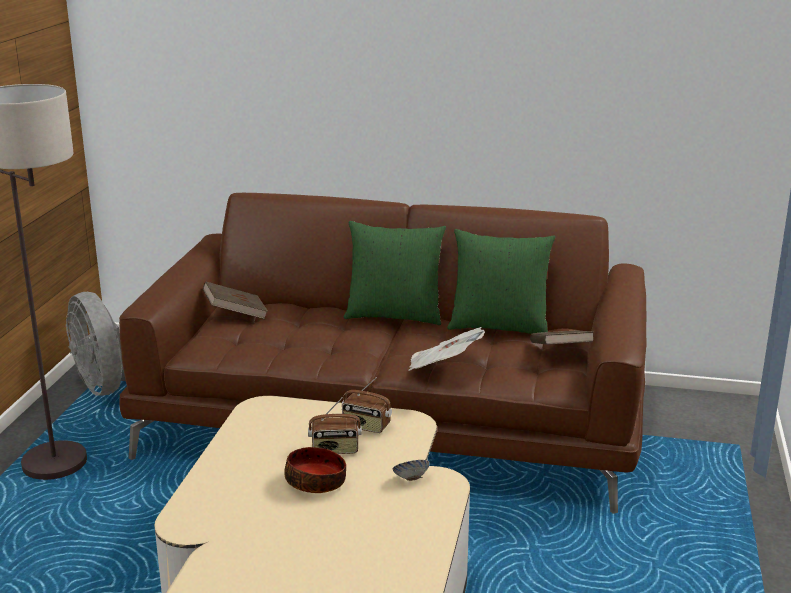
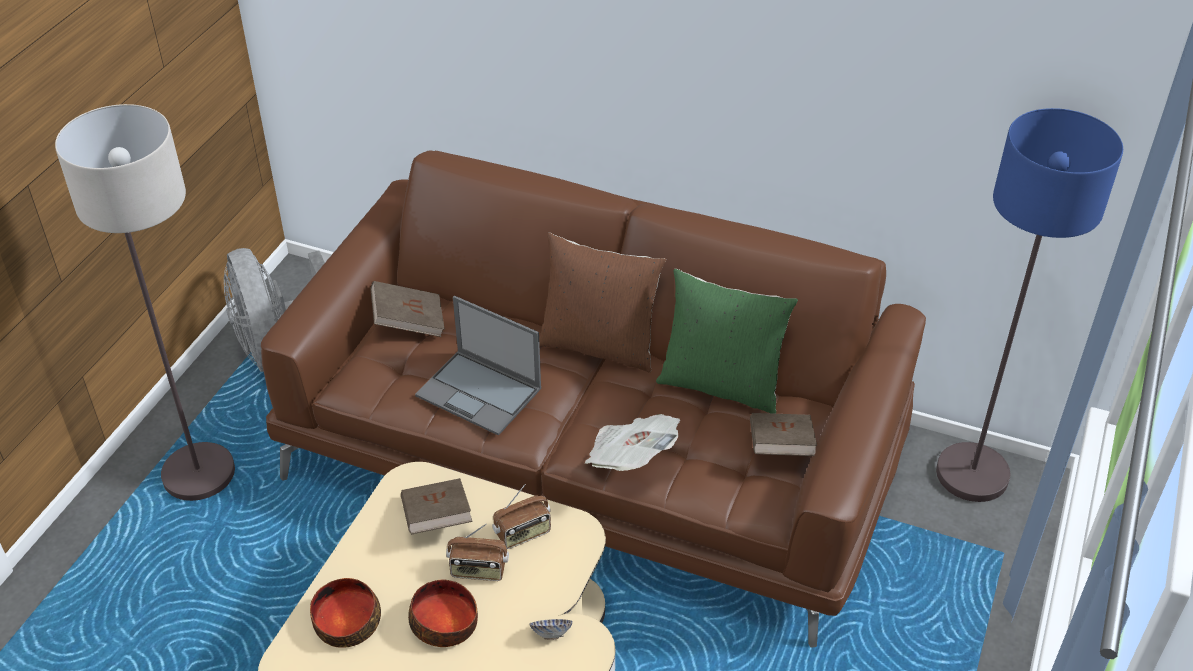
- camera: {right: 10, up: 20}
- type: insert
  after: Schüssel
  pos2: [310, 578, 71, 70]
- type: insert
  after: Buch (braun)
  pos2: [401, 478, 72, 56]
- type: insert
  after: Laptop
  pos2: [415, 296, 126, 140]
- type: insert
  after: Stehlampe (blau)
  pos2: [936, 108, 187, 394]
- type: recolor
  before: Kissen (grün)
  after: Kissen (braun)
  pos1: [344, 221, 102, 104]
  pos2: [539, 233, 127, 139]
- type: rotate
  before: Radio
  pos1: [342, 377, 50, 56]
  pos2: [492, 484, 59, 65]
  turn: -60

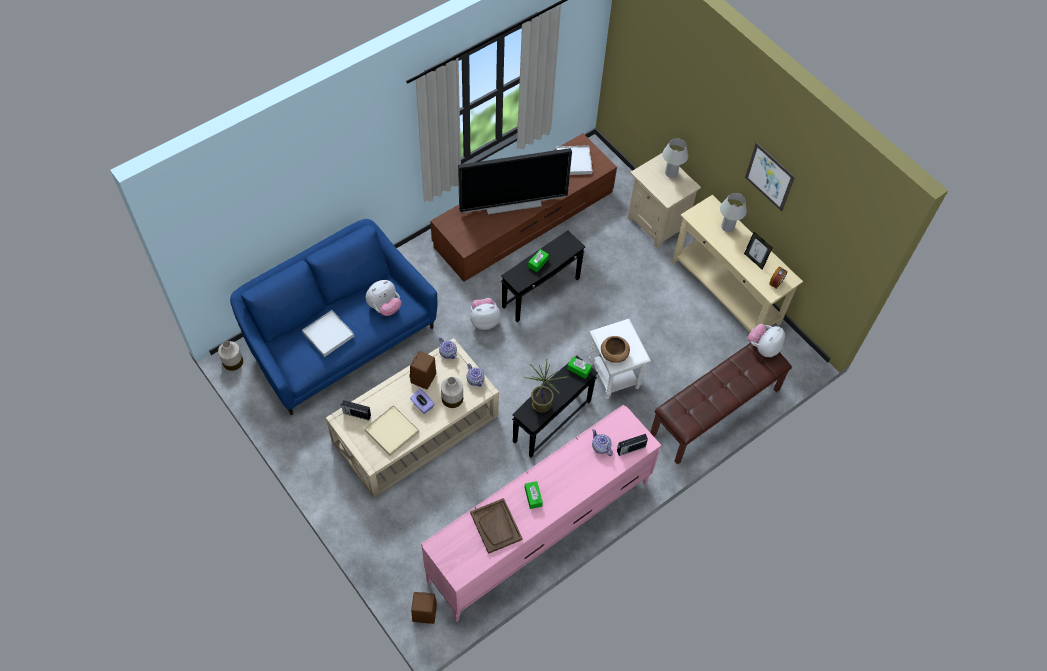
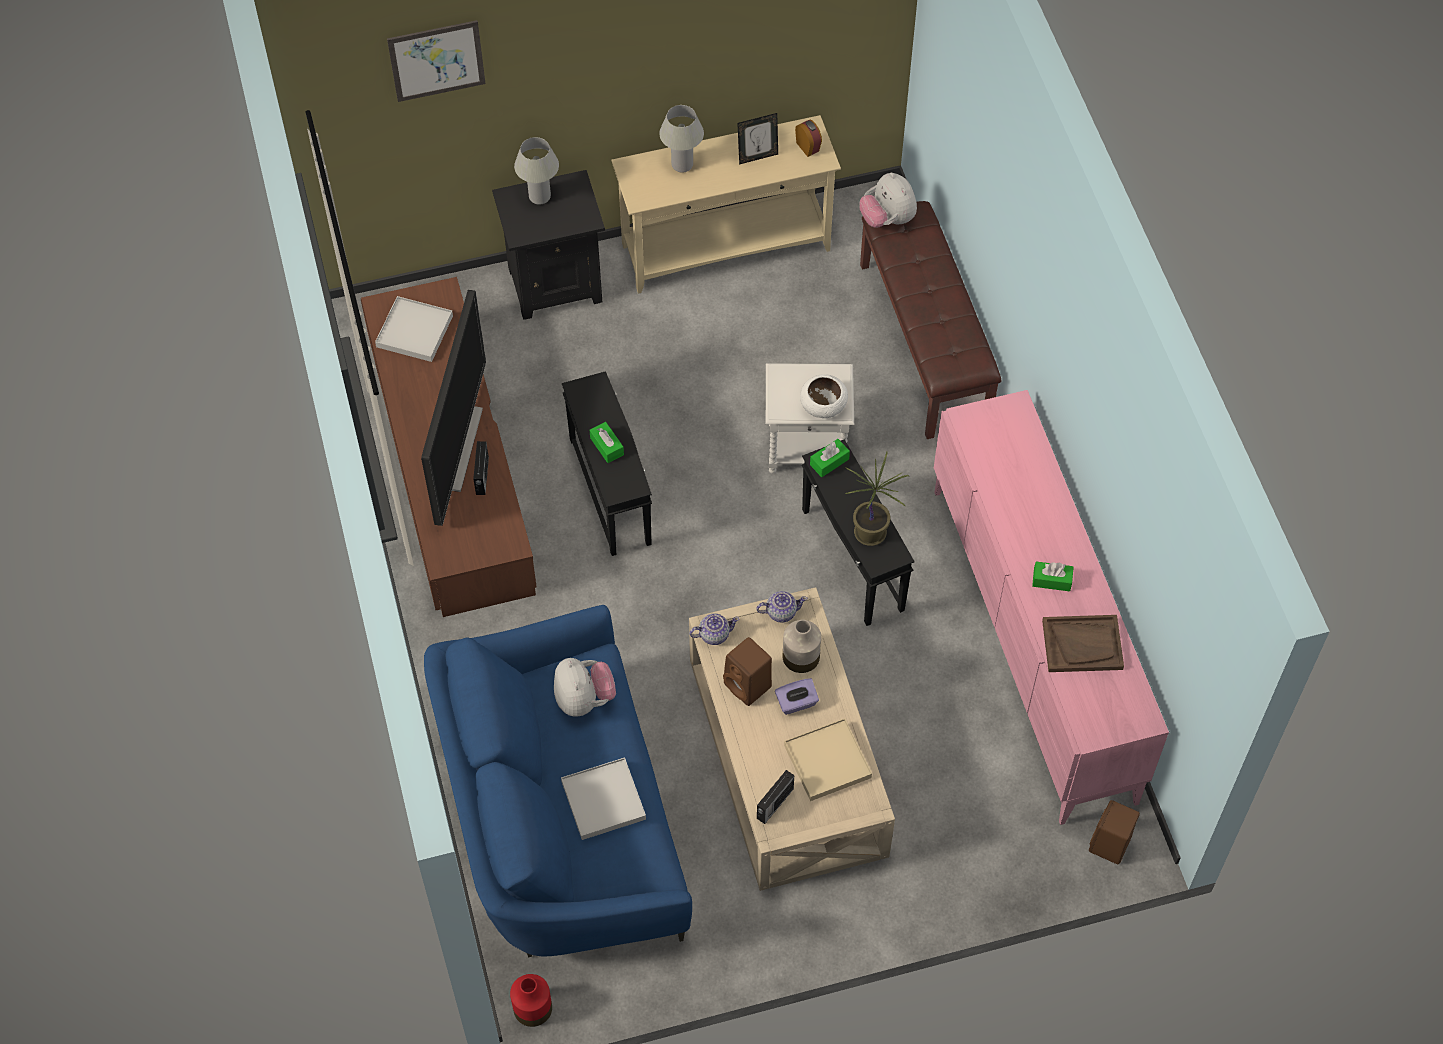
- camera: {right: -65, up: 0}
- type: delete
  before: Plüschtier
  pos1: [470, 298, 31, 32]
- type: delete
  before: Teekanne
  pos1: [592, 429, 21, 27]
- type: move
  before: Radio
  pos1: [617, 434, 31, 22]
  pos2: [473, 441, 16, 54]
- type: move
  before: Bild
  pos1: [745, 142, 50, 69]
  pos2: [387, 20, 99, 82]
- type: recolor
  before: Vase (beige)
  after: Vase (rot)
  pos1: [218, 341, 25, 30]
  pos2: [510, 974, 42, 53]
- type: recolor
  before: Schüssel (braun)
  after: Schüssel (weiß)
  pos1: [601, 336, 29, 27]
  pos2: [800, 374, 48, 44]
- type: recolor
  before: Nachttisch (beige)
  after: Nachttisch (schwarz)
  pos1: [627, 153, 74, 96]
  pos2: [492, 170, 113, 150]

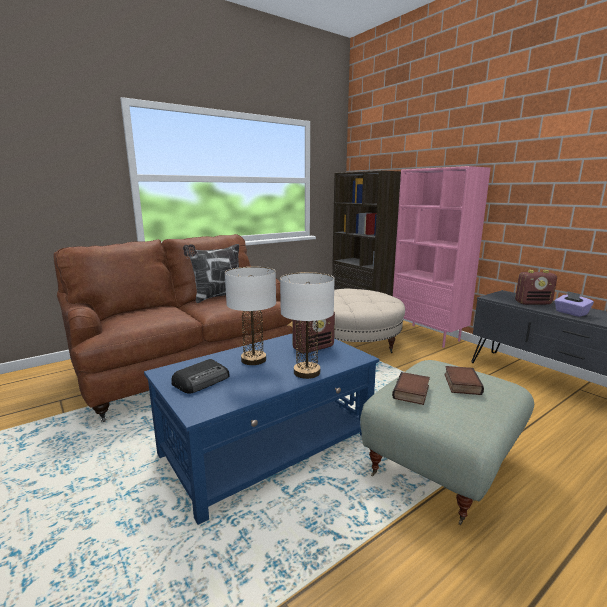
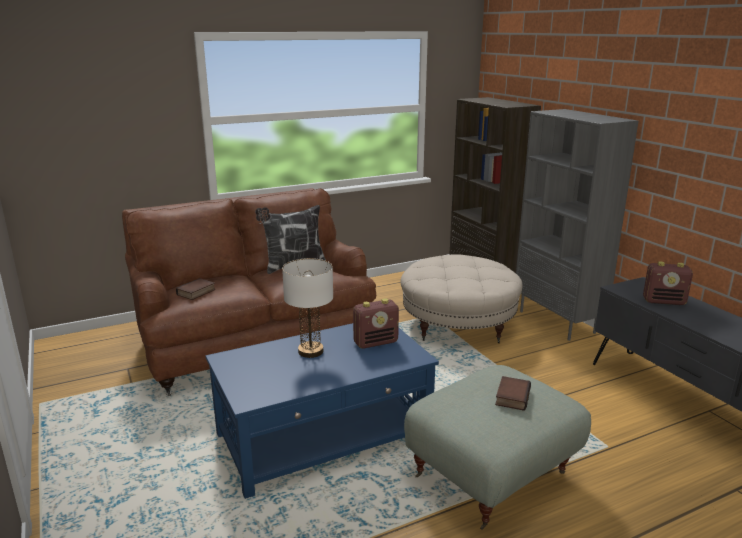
- camera: {right: 10, up: 5}
- type: delete
  before: Radio
  pos1: [171, 359, 59, 35]
- type: delete
  before: Tischlampe
  pos1: [280, 272, 55, 107]
- type: delete
  before: Taschentuchbox (lila)
  pos1: [555, 291, 39, 26]
- type: move
  before: Buch
  pos1: [392, 372, 38, 33]
  pos2: [176, 278, 39, 22]
- type: recolor
  before: Bücherregal (rosa)
  after: Bücherregal (grau)
  pos1: [393, 166, 98, 182]
  pos2: [516, 109, 123, 232]

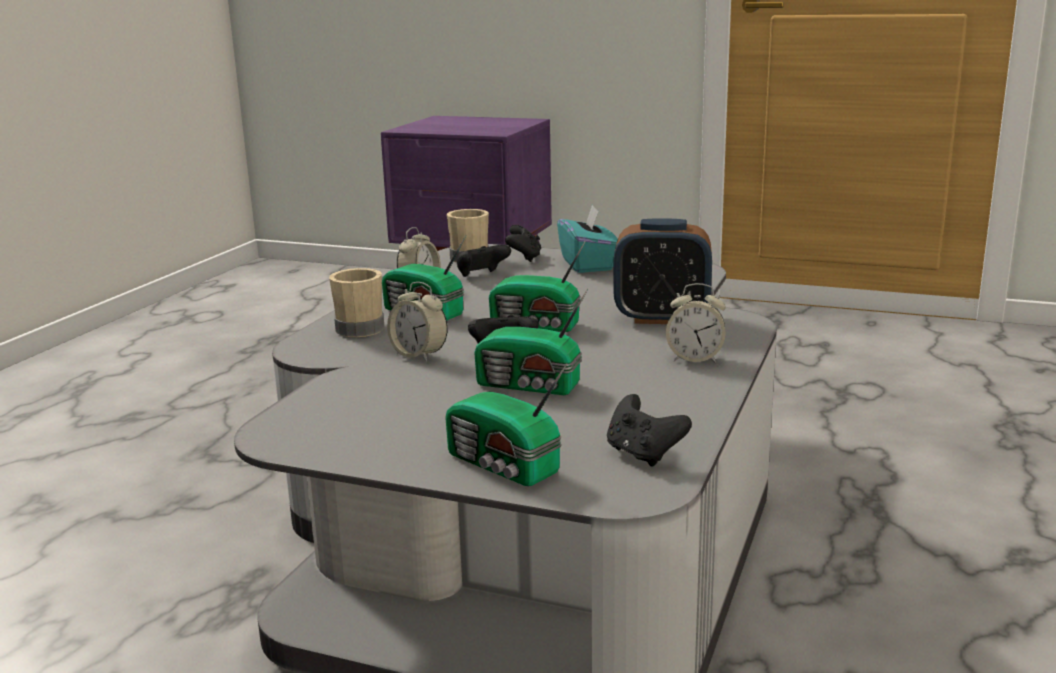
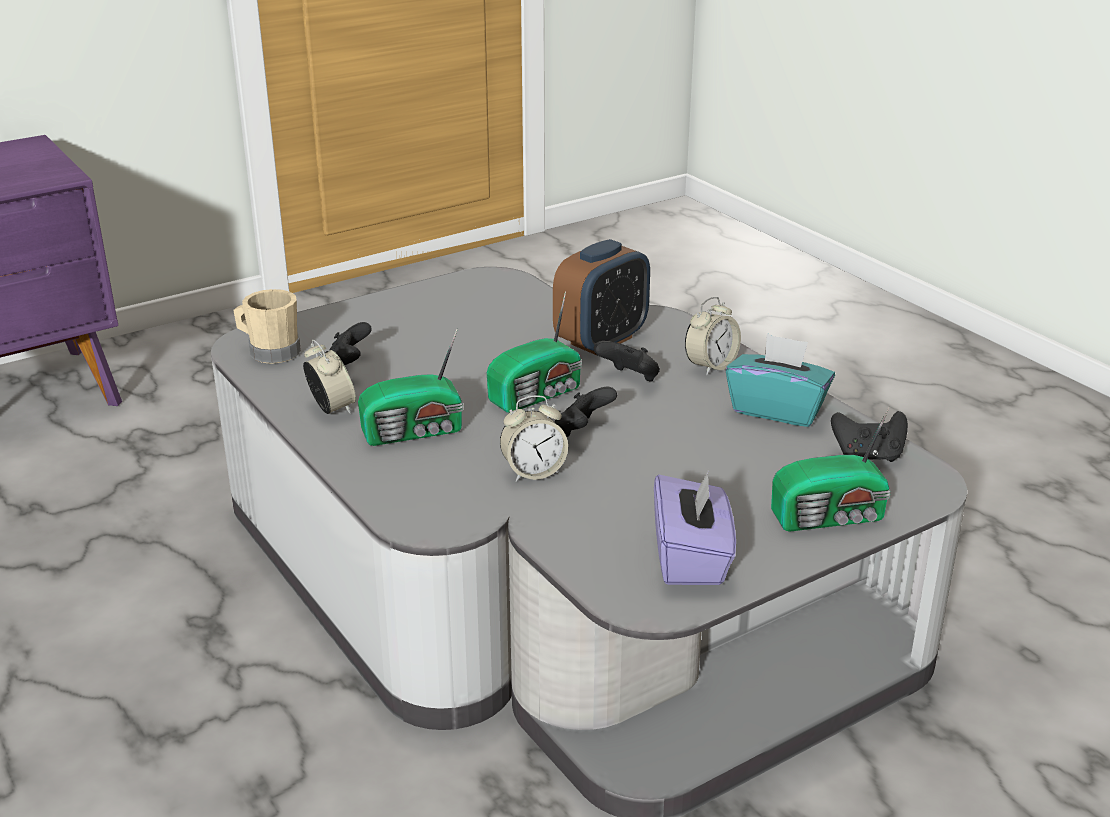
- camera: {right: -55, up: 10}
- type: delete
  before: Henkelbecher (beige)
  pos1: [329, 268, 56, 69]
- type: delete
  before: Radio
  pos1: [474, 288, 114, 107]
- type: insert
  after: Taschentuchbox (lila)
  pos2: [654, 469, 82, 116]
- type: move
  before: Gamepad (schwarz)
  pos1: [505, 225, 36, 37]
  pos2: [594, 341, 66, 41]
- type: move
  before: Taschentuchbox (türkis)
  pos1: [557, 204, 61, 69]
  pos2: [726, 333, 109, 94]

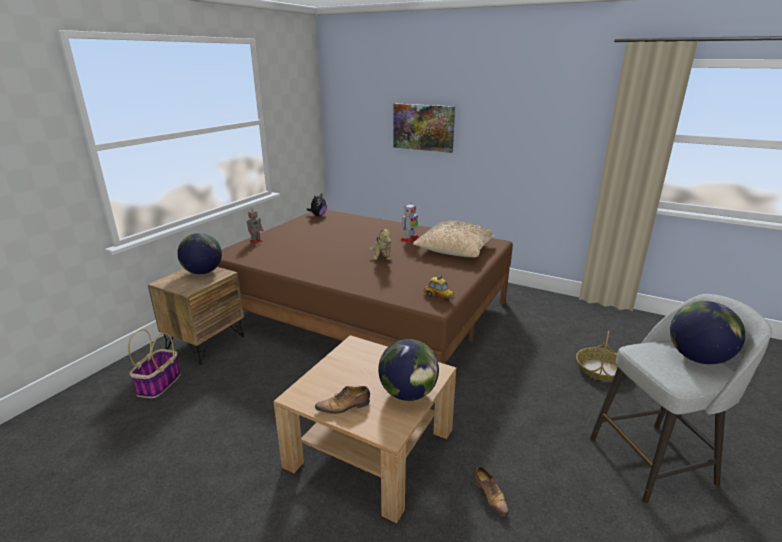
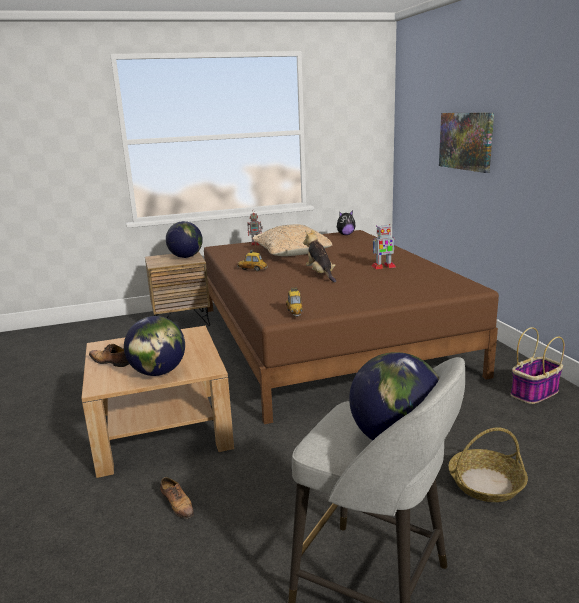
- camera: {right: 45, up: -5}
- type: insert
  after: Spielzeugauto
  pos2: [237, 250, 31, 22]
- type: move
  before: Korb
  pos1: [128, 329, 53, 69]
  pos2: [511, 327, 54, 77]
- type: move
  before: Kissen (beige)
  pos1: [413, 220, 81, 37]
  pos2: [253, 224, 79, 32]
- type: rotate
  before: Plüschtier
  pos1: [369, 226, 22, 34]
  pos2: [303, 230, 33, 53]
  turn: 120
- type: rotate
  before: Schuh
  pos1: [475, 466, 34, 50]
  pos2: [160, 477, 34, 42]
  turn: -60

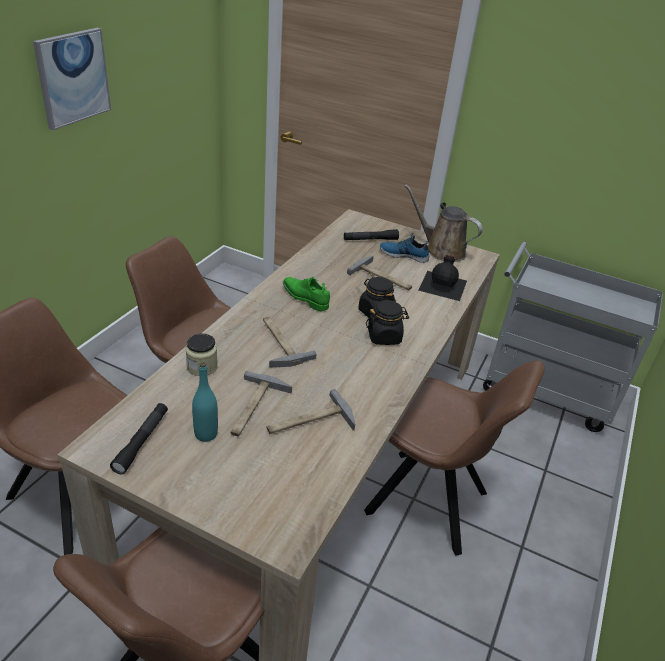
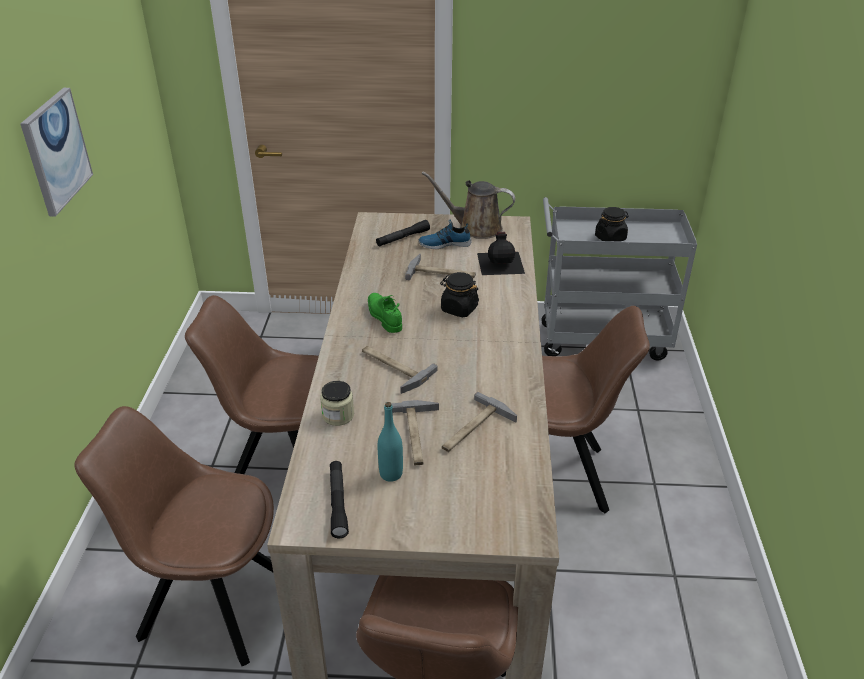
- camera: {right: -20, up: 0}
- type: move
  before: Vorratsglas (schwarz)
  pos1: [366, 300, 43, 45]
  pos2: [595, 207, 33, 35]
- type: rotate
  before: Schuh (grün)
  pos1: [283, 277, 47, 34]
  pos2: [368, 293, 34, 40]
  turn: 45

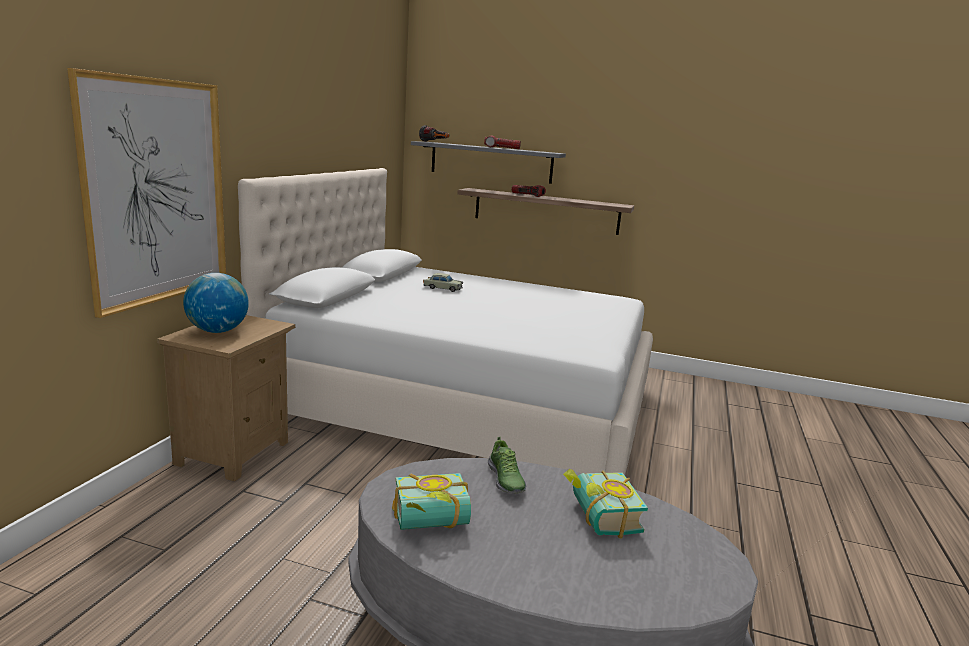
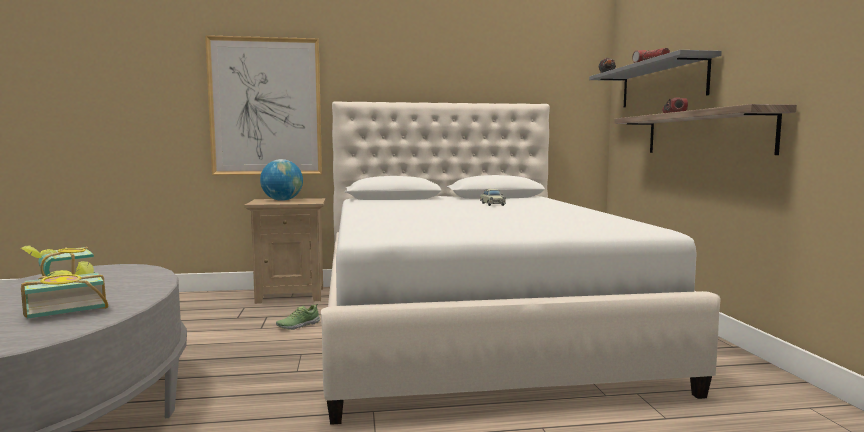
- camera: {right: 65, up: -10}
- type: move
  before: Schuh
  pos1: [488, 437, 38, 57]
  pos2: [276, 304, 44, 26]

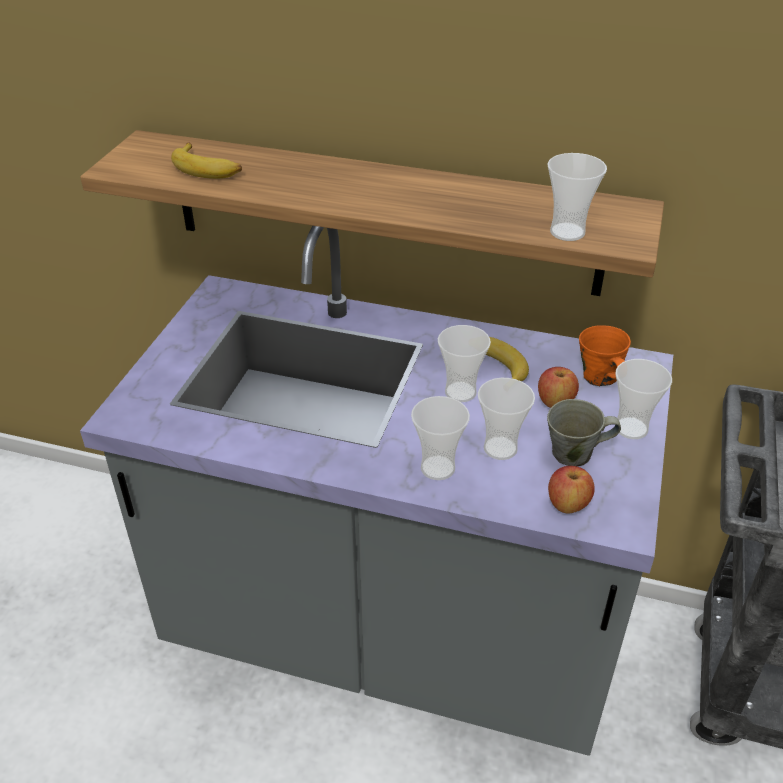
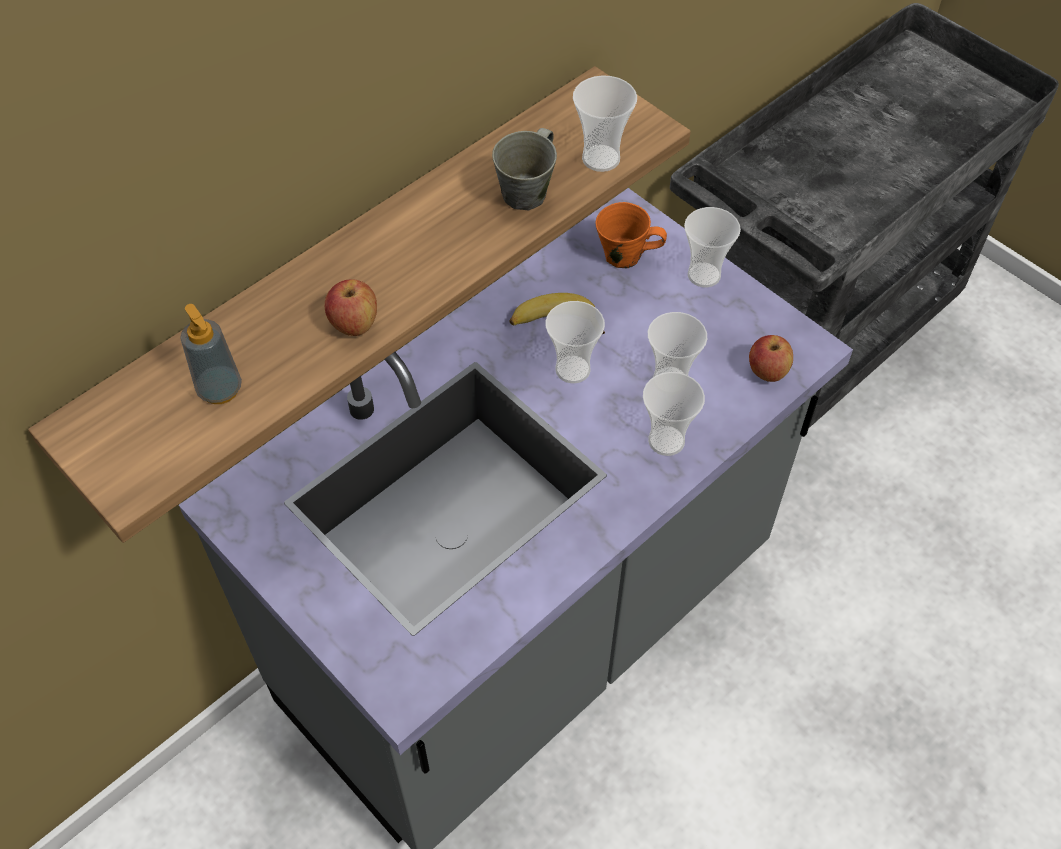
- camera: {right: -60, up: 15}
- type: move
  before: Apfel
  pos1: [538, 367, 41, 41]
  pos2: [325, 279, 52, 57]
- type: move
  before: Henkelbecher (grau)
  pos1: [547, 399, 74, 67]
  pos2: [492, 128, 65, 82]
- type: replace
  before: Banane
  after: Seifenspender
  pos1: [171, 143, 71, 36]
  pos2: [180, 304, 62, 100]

